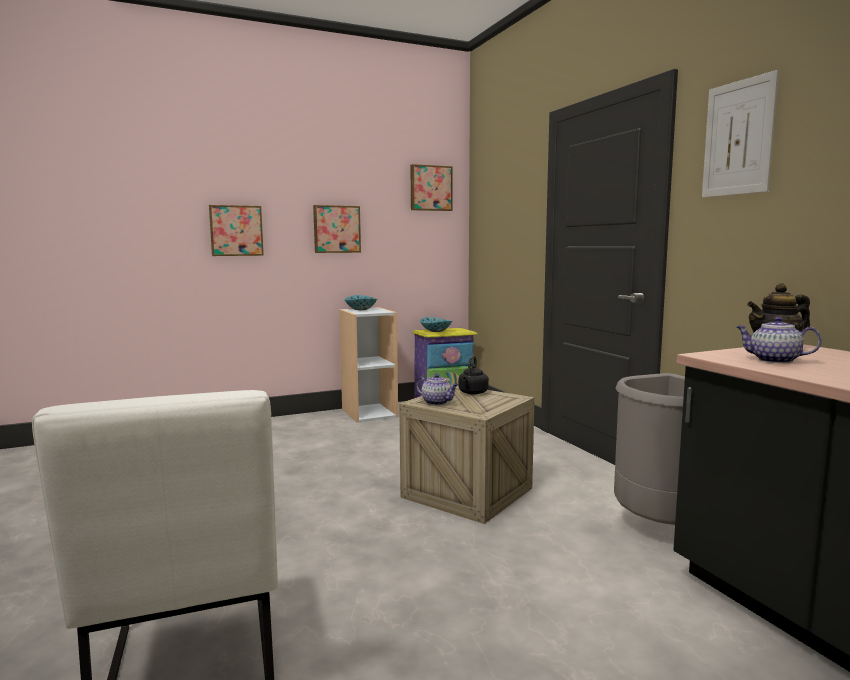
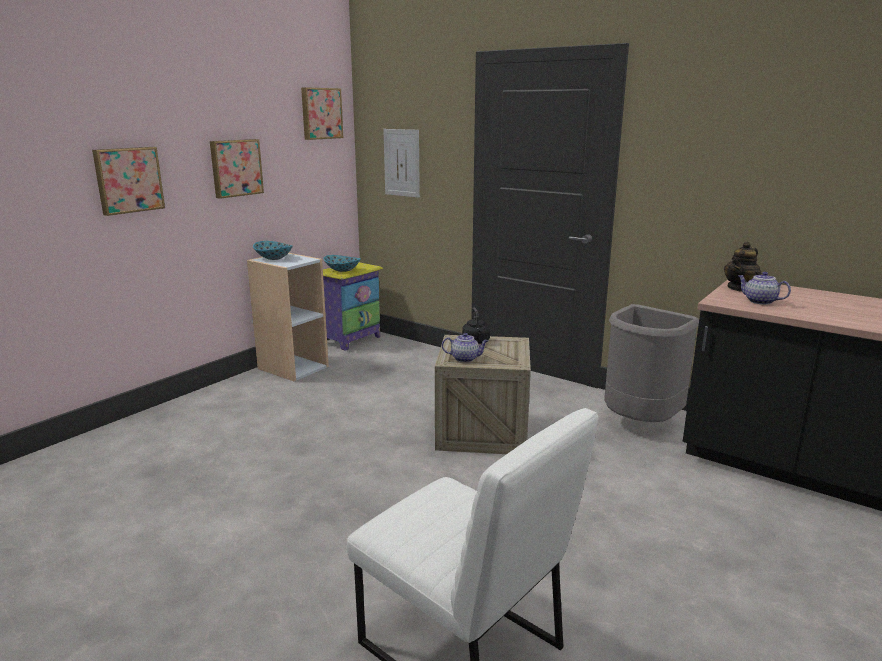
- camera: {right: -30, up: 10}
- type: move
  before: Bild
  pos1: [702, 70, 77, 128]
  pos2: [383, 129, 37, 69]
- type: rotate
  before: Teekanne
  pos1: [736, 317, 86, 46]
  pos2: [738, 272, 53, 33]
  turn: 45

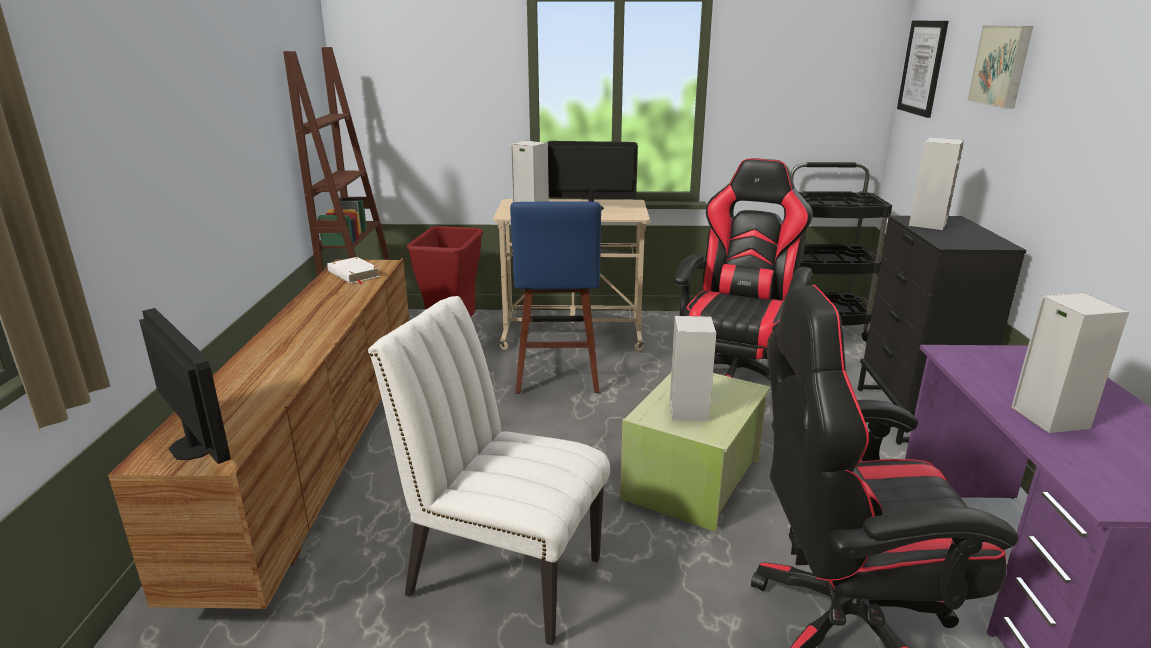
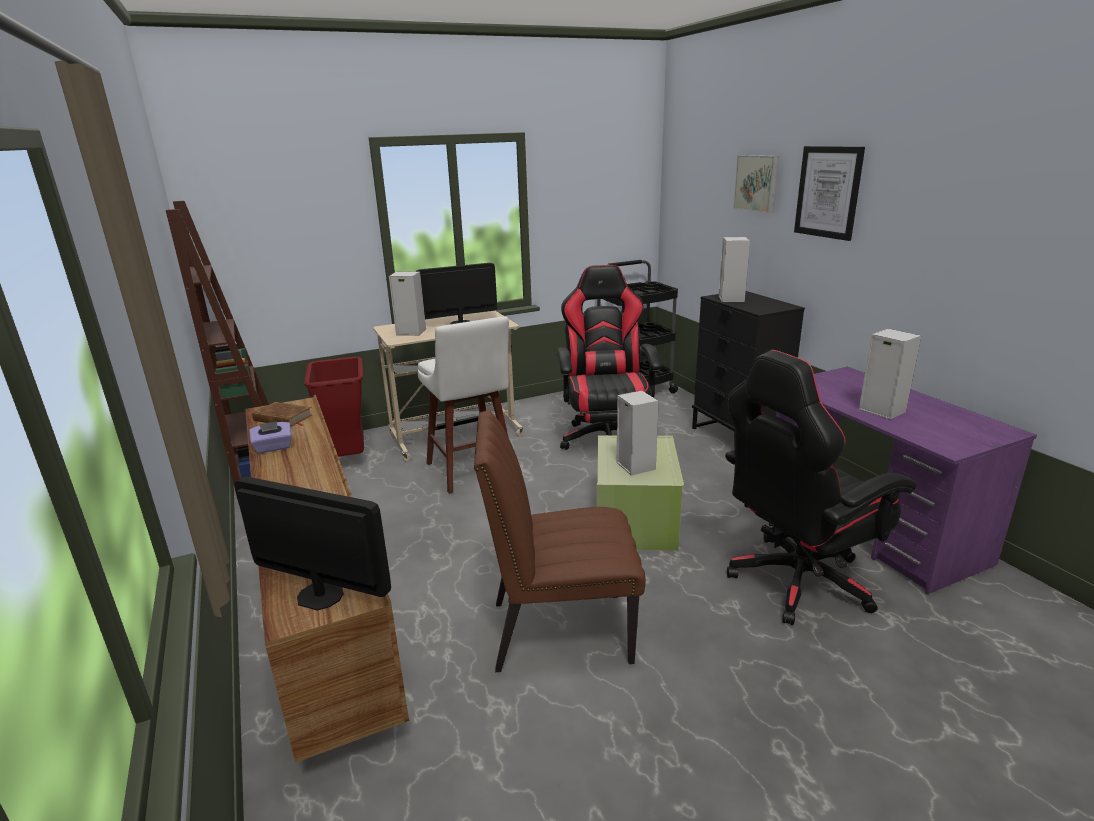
- camera: {right: -25, up: 0}
- type: insert
  after: Taschentuchbox (lila)
  pos2: [249, 421, 43, 33]
- type: move
  before: Bild
  pos1: [897, 21, 52, 97]
  pos2: [794, 146, 71, 95]
- type: recolor
  before: Buch (weiß)
  after: Buch (braun)
  pos1: [327, 257, 53, 28]
  pos2: [252, 402, 60, 25]
- type: recolor
  before: Stuhl (weiß)
  after: Stuhl (braun)
  pos1: [368, 296, 242, 350]
  pos2: [474, 410, 172, 262]
- type: recolor
  before: Hocker (blau)
  after: Hocker (weiß)
  pos1: [510, 201, 91, 193]
  pos2: [417, 316, 92, 178]

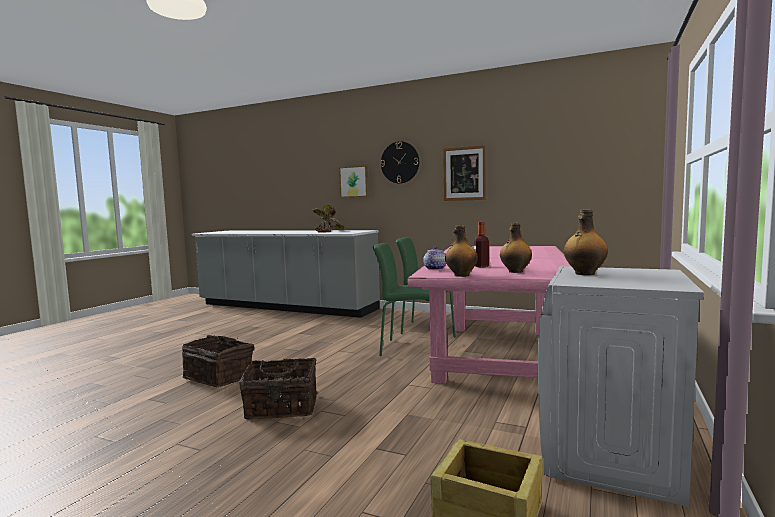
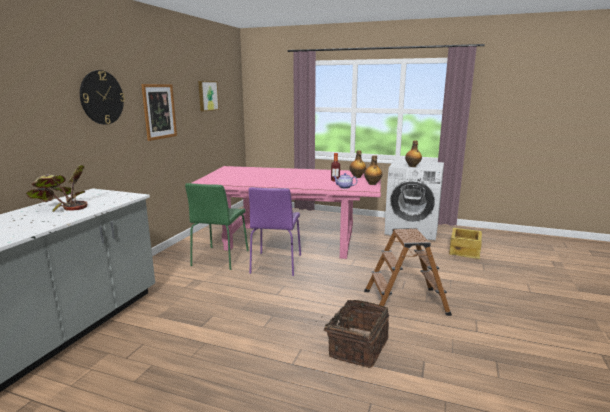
- camera: {right: -95, up: 10}
- type: move
  before: Bild
  pos1: [339, 166, 30, 32]
  pos2: [198, 81, 21, 30]
- type: replace
  before: Korb
  after: Trittleiter (braun)
  pos1: [239, 358, 78, 61]
  pos2: [364, 228, 88, 88]
- type: recolor
  before: Stuhl (grün)
  after: Stuhl (lila)
  pos1: [373, 243, 75, 113]
  pos2: [249, 187, 52, 89]

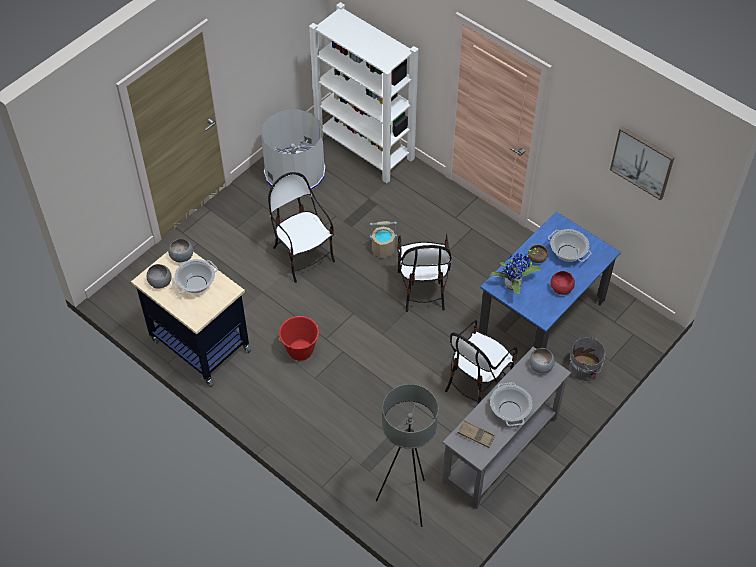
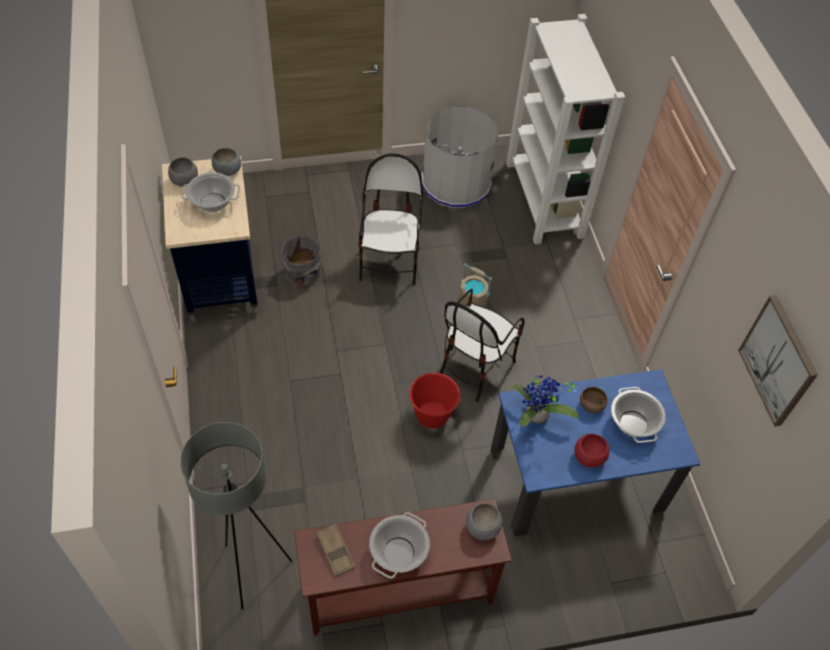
- camera: {right: 35, up: 0}
- type: delete
  before: Stuhl
  pos1: [445, 320, 73, 85]
- type: move
  before: Eimer (rot)
  pos1: [279, 316, 40, 45]
  pos2: [409, 373, 52, 56]
- type: move
  before: Eimer (grau)
  pos1: [569, 337, 37, 44]
  pos2: [282, 236, 42, 50]
- type: recolor
  before: Konsolentisch (grau)
  after: Konsolentisch (braun)
  pos1: [442, 347, 129, 162]
  pos2: [294, 499, 218, 137]

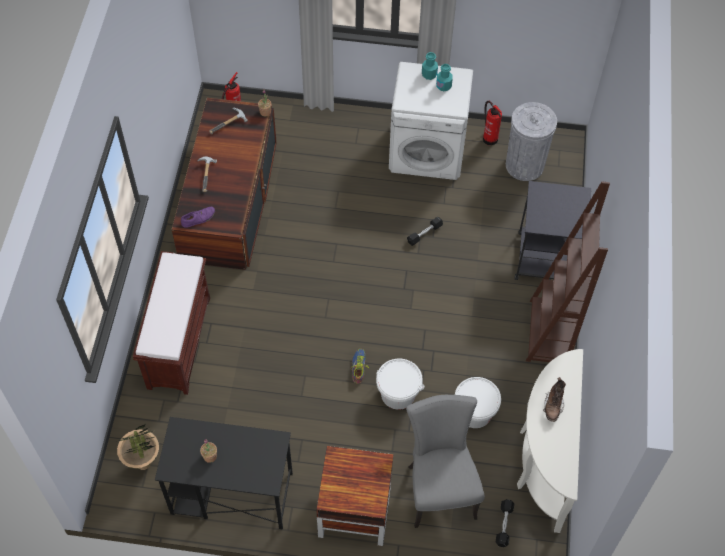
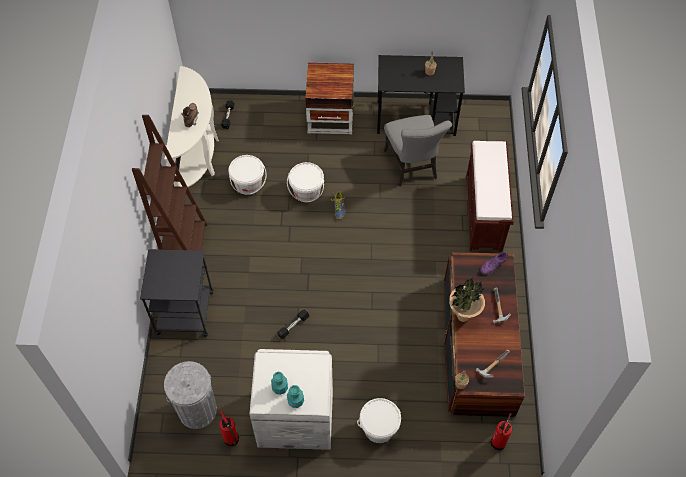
- camera: {right: 175, up: 0}
- type: insert
  after: Eimer (weiß)
  pos2: [357, 398, 44, 45]
- type: move
  before: Topfpflanze
  pos1: [116, 424, 43, 46]
  pos2: [449, 278, 36, 44]
- type: move
  before: Stuhl (grau)
  pos1: [406, 395, 79, 133]
  pos2: [384, 115, 68, 71]

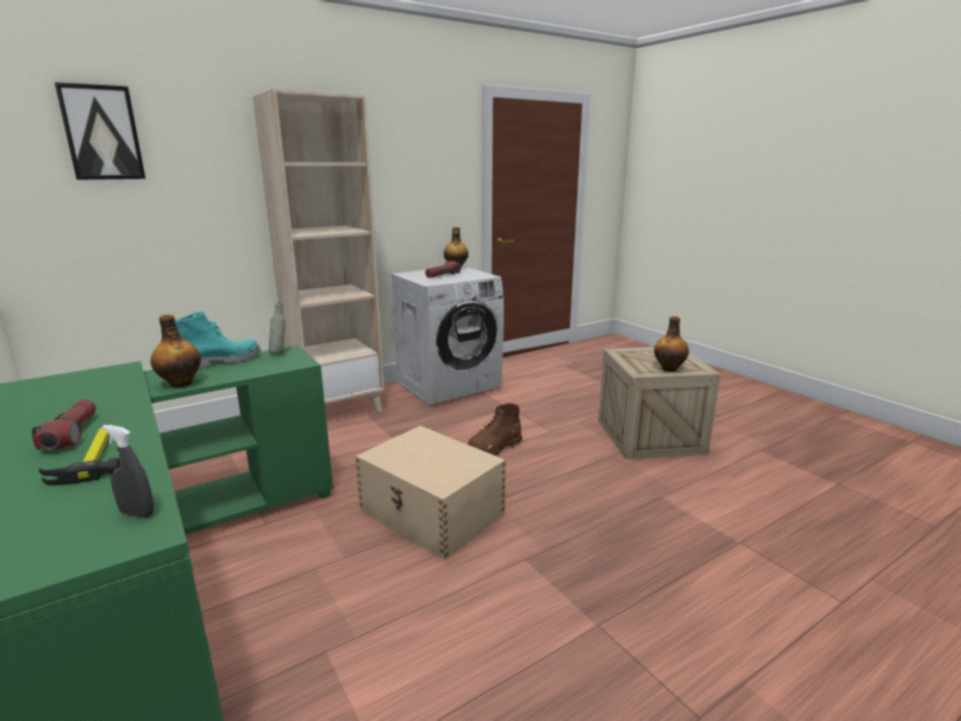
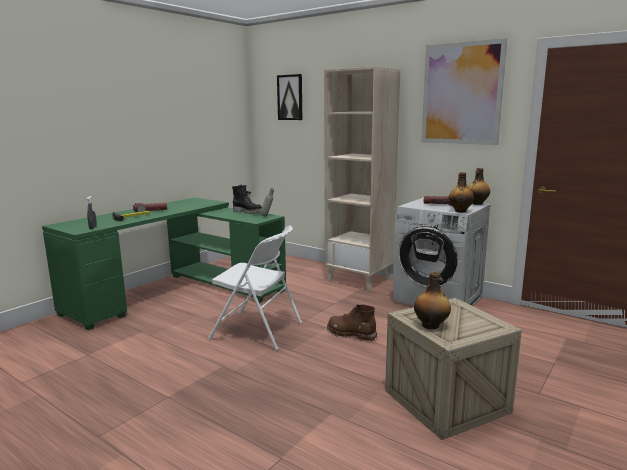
- camera: {right: 70, up: -5}
- type: insert
  after: Bild
  pos2: [422, 38, 85, 107]
- type: move
  before: Flasche
  pos1: [151, 314, 50, 73]
  pos2: [449, 172, 25, 40]
- type: replace
  before: Aufbewahrungsbox (beige)
  after: Stuhl (weiß)
  pos1: [355, 425, 151, 135]
  pos2: [208, 226, 94, 125]
- type: recolor
  before: Stiefel (türkis)
  after: Stiefel (schwarz)
  pos1: [175, 311, 86, 58]
  pos2: [232, 185, 30, 29]

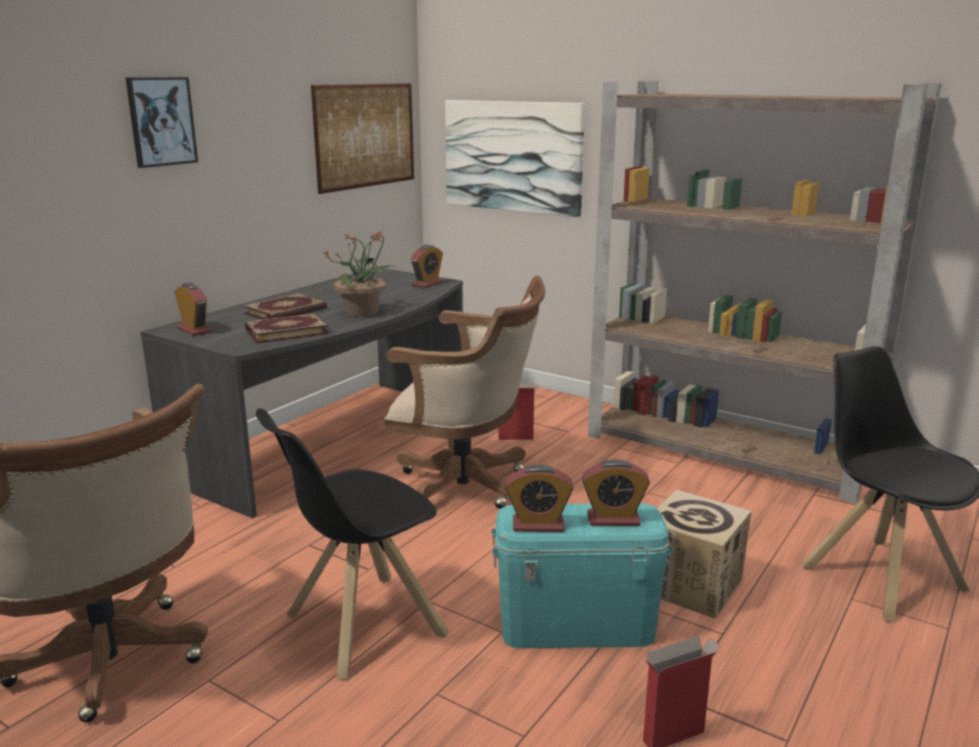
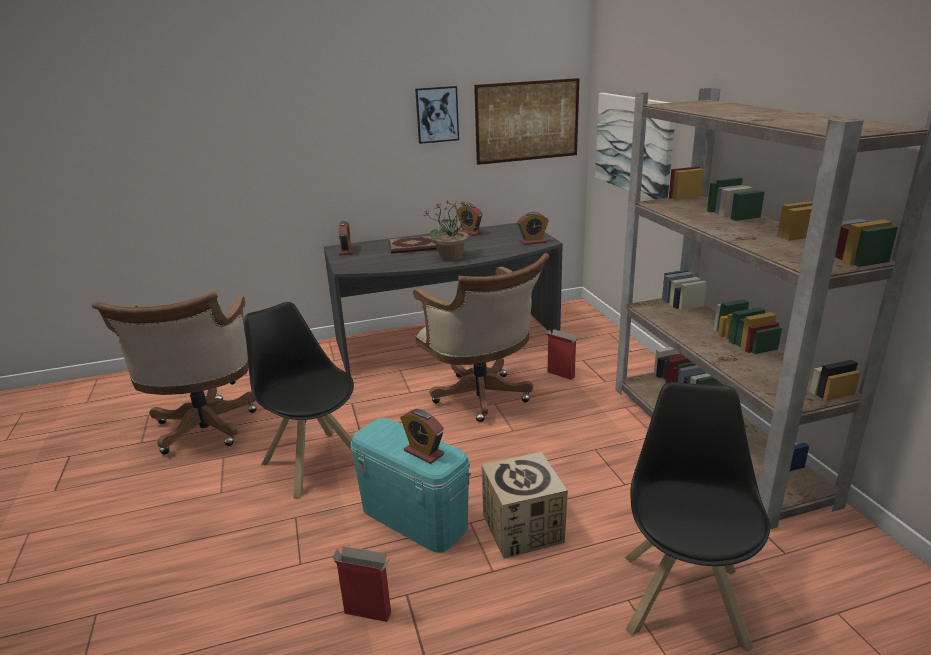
- camera: {right: 40, up: 5}
- type: delete
  before: Buch
  pos1: [245, 313, 84, 31]
- type: move
  before: Bild
  pos1: [126, 77, 72, 91]
  pos2: [415, 86, 44, 58]
- type: move
  before: Wecker
  pos1: [505, 464, 68, 68]
  pos2: [457, 204, 26, 32]
- type: rotate
  before: Stuhl (schwarz)
  pos1: [256, 408, 193, 272]
  pos2: [244, 302, 110, 196]
  turn: 45

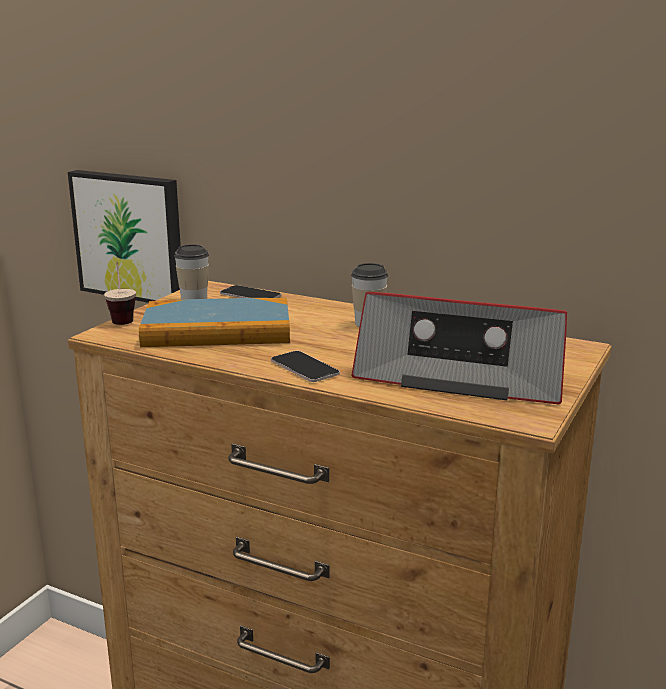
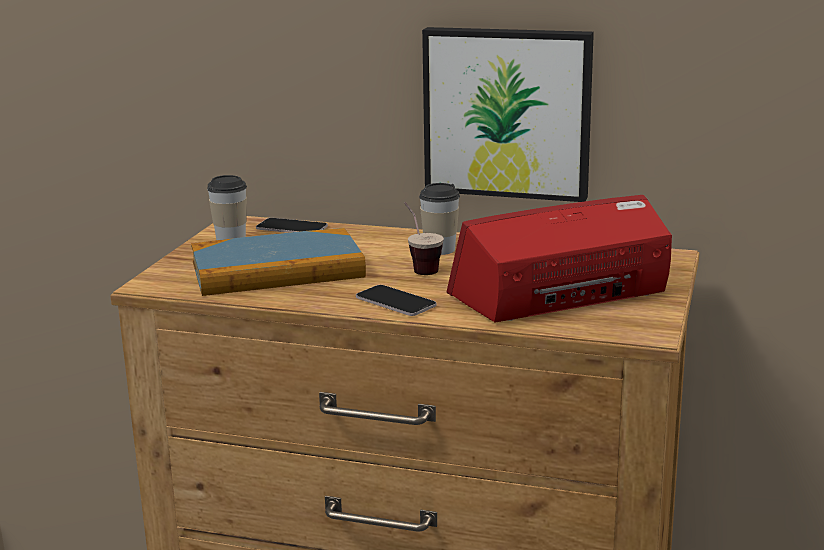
- camera: {right: -10, up: 0}
- type: move
  before: Bild
  pos1: [68, 170, 113, 133]
  pos2: [422, 27, 172, 175]
- type: move
  before: Tasse
  pos1: [104, 262, 32, 63]
  pos2: [404, 202, 40, 73]
- type: rotate
  before: Radio
  pos1: [351, 292, 216, 112]
  pos2: [446, 195, 226, 127]
  turn: 150

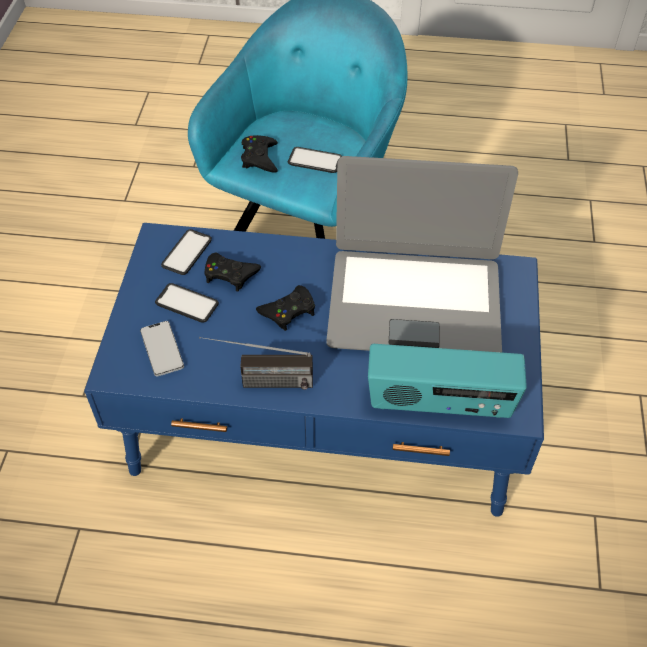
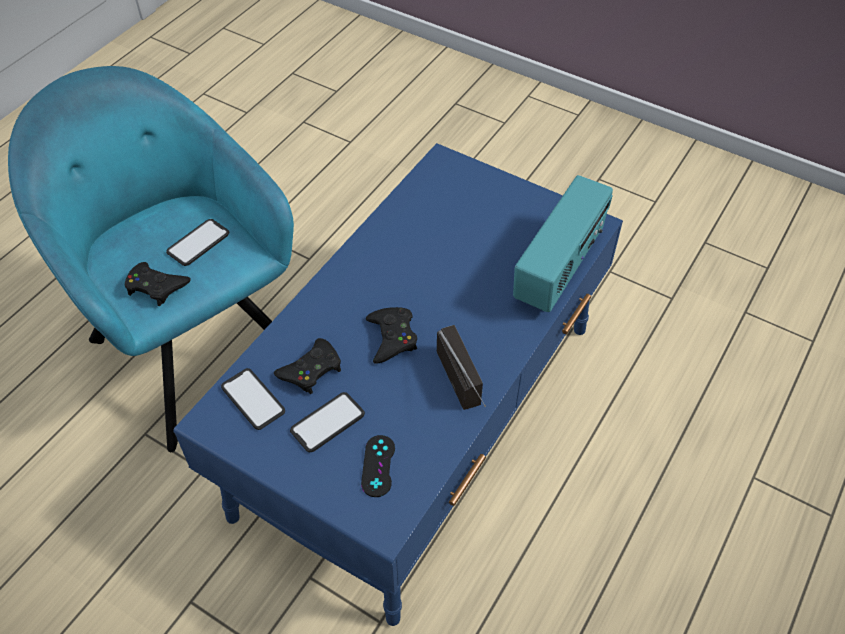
- camera: {right: -65, up: 0}
- type: delete
  before: Laptop
  pos1: [326, 156, 192, 196]
- type: replace
  before: Handy
  after: Gamepad (schwarz)
  pos1: [140, 321, 44, 55]
  pos2: [361, 435, 34, 62]
- type: rotate
  before: Radio
  pos1: [199, 337, 114, 53]
  pos2: [437, 325, 49, 85]
  turn: -45

